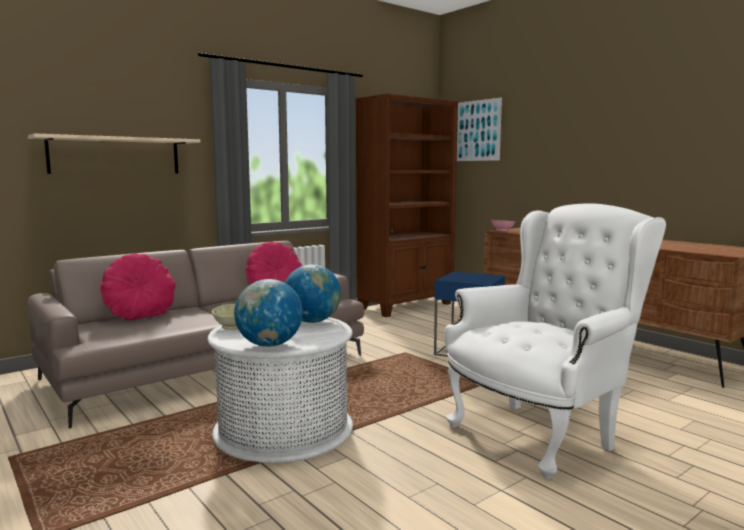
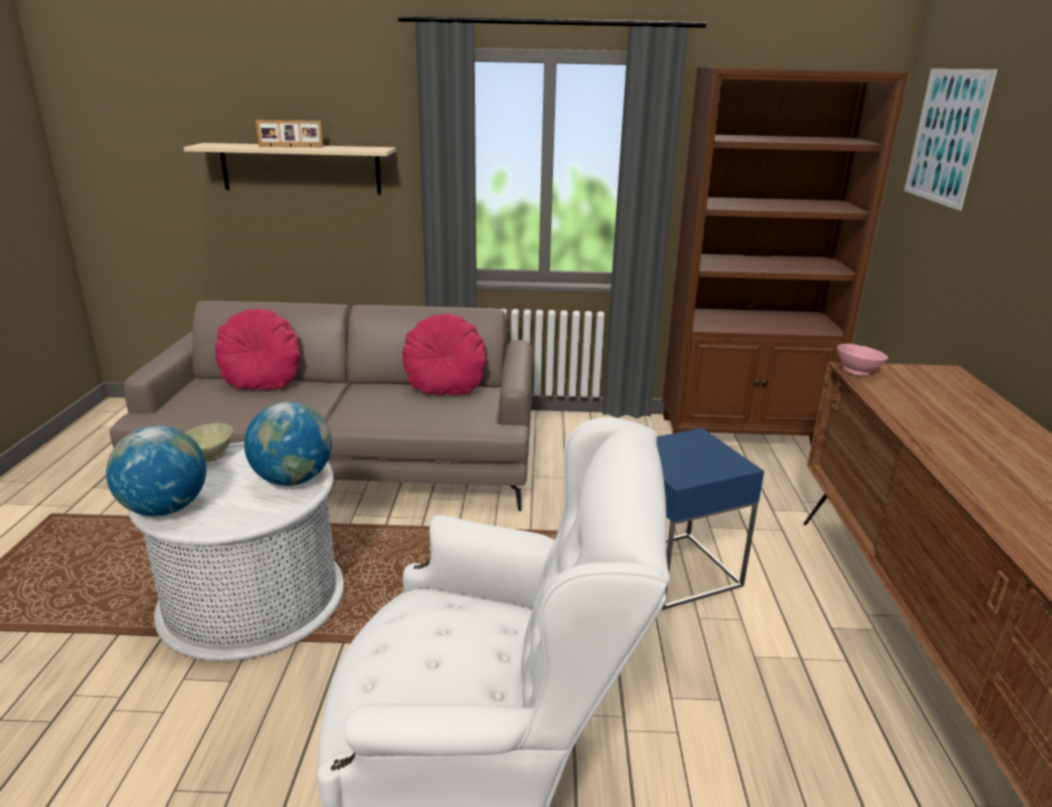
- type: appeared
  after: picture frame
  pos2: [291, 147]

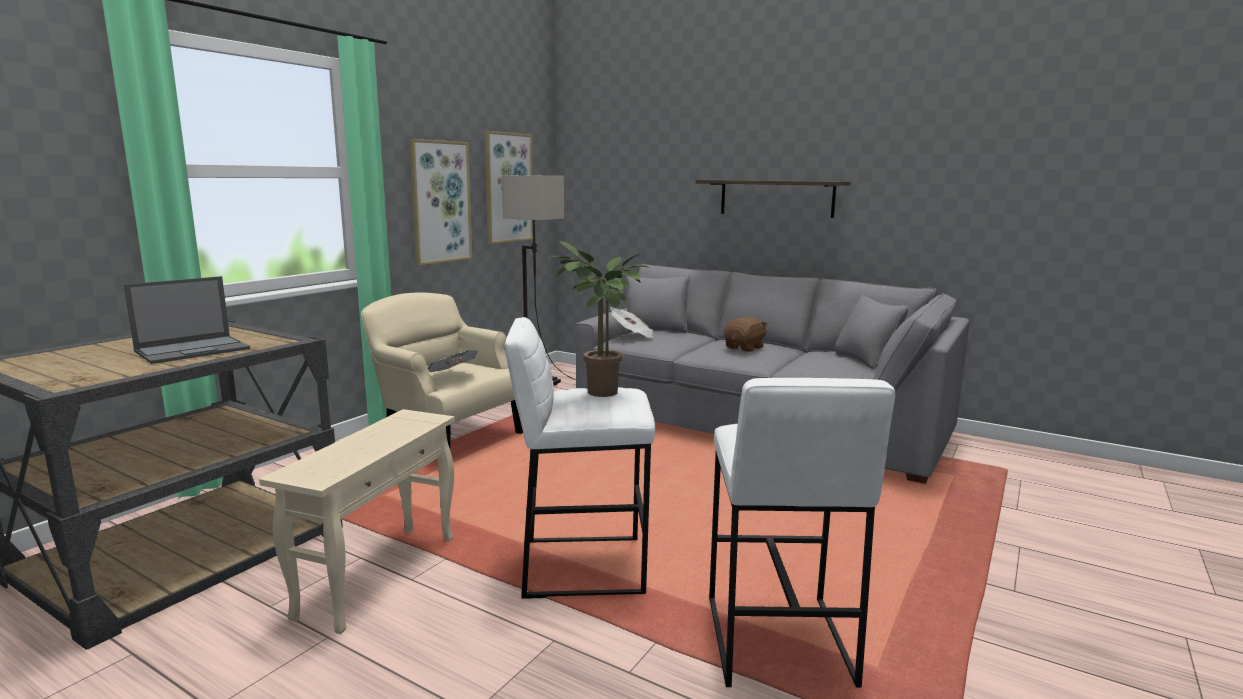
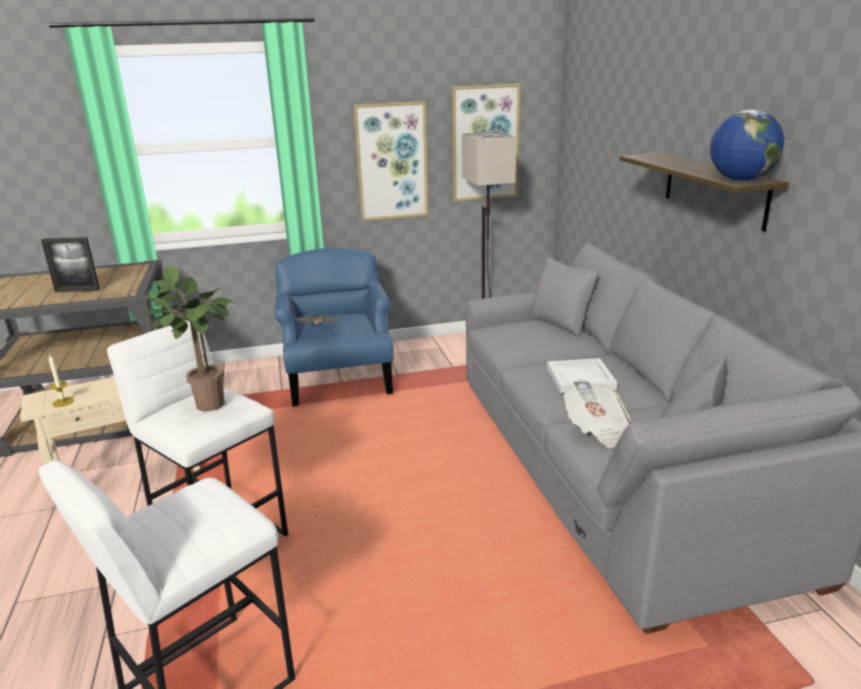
- type: exchanged
  before: laptop
  after: picture frame
  pos1: [194, 350]
  pos2: [77, 290]
- type: colour
  before: beige armchair
  after: blue armchair
  pos1: [448, 438]
  pos2: [339, 379]
- type: relocated
  before: newspaper
  pos1: [632, 335]
  pos2: [597, 429]
- type: exchanged
  before: brown plush toy
  after: white tray
  pos1: [745, 348]
  pos2: [579, 378]
- type: appeared
  after: candle
  pos2: [63, 402]
- type: appeared
  after: globe
  pos2: [740, 180]

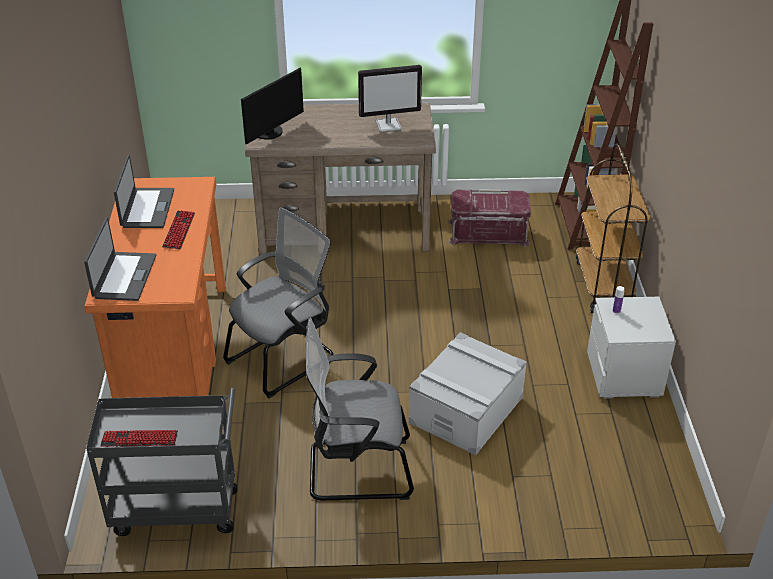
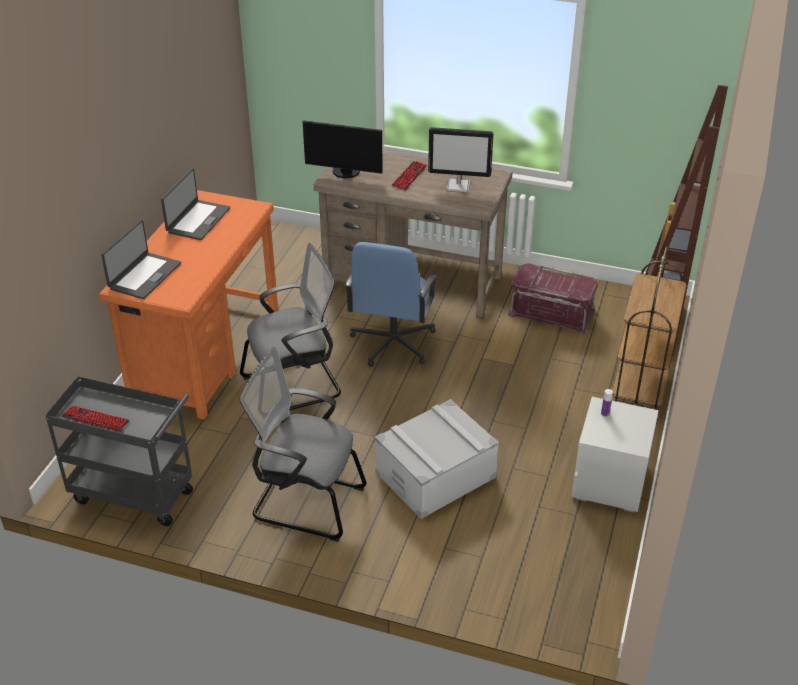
- type: relocated
  before: keyboard
  pos1: [179, 230]
  pos2: [409, 176]
- type: spun
  before: monitor
  pos1: [271, 133]
  pos2: [345, 173]
  turn: 45
- type: appeared
  after: blue office chair
  pos2: [392, 343]

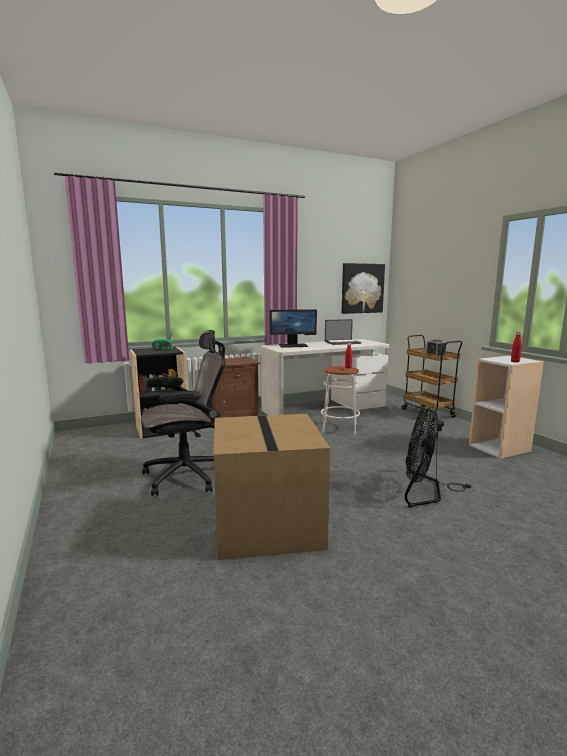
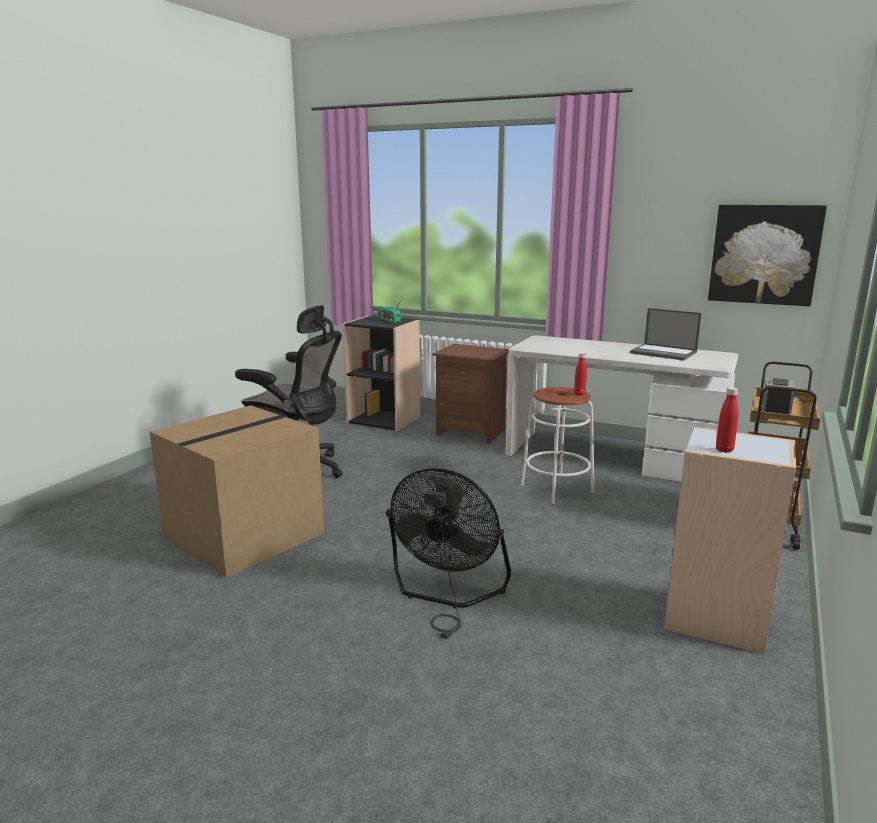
- type: missing
  before: monitor
  pos1: [293, 345]
- type: spun
  before: black fan
  pos1: [426, 489]
  pos2: [443, 594]
  turn: 45

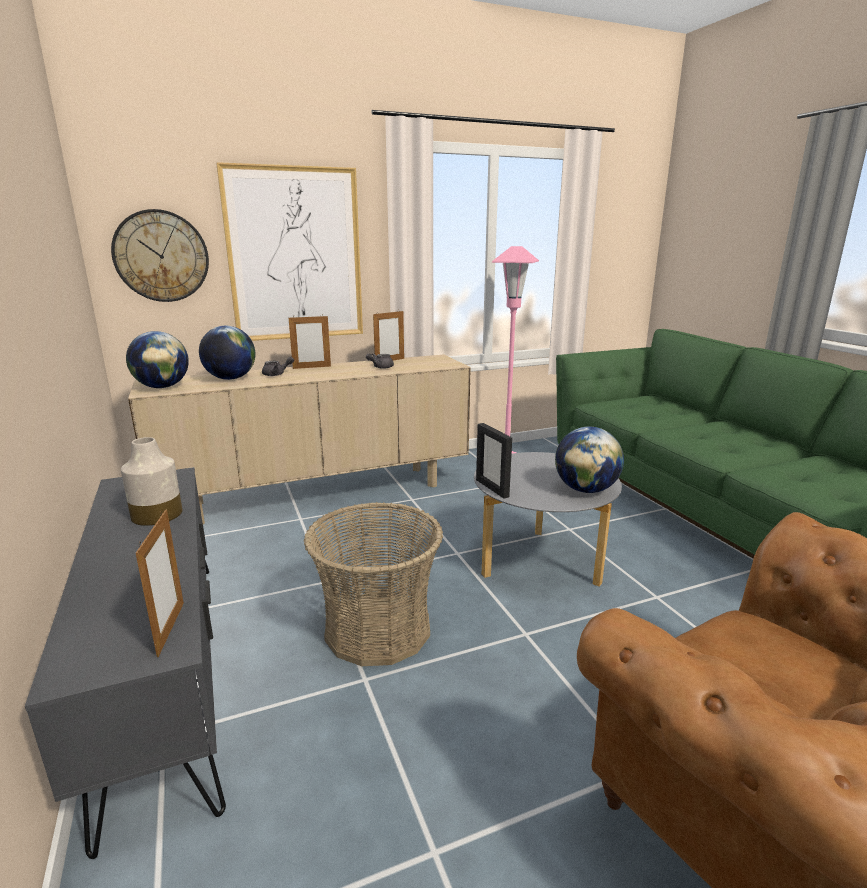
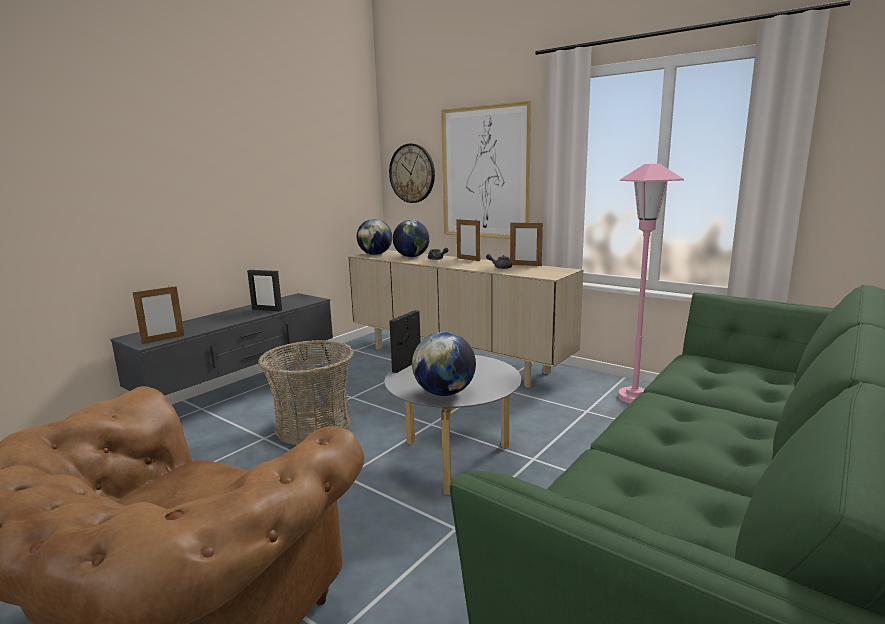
- type: exchanged
  before: beige vase
  after: picture frame
  pos1: [157, 513]
  pos2: [267, 309]

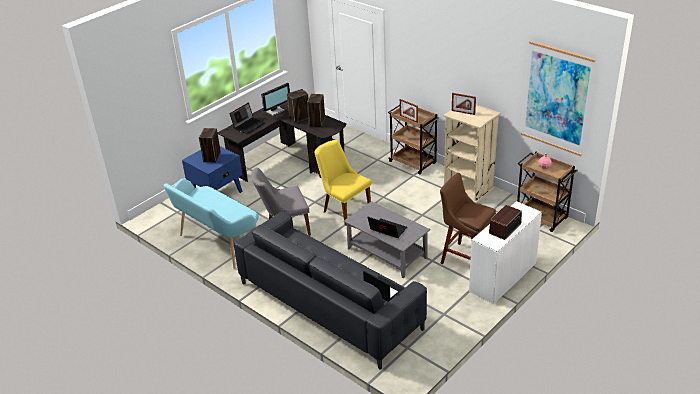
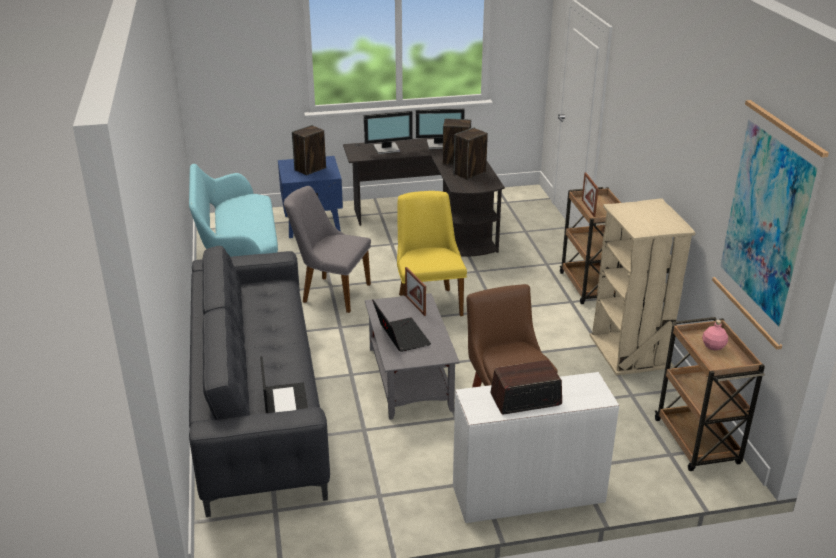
- type: exchanged
  before: laptop
  after: monitor
  pos1: [248, 125]
  pos2: [387, 149]
- type: relocated
  before: picture frame
  pos1: [463, 112]
  pos2: [415, 305]

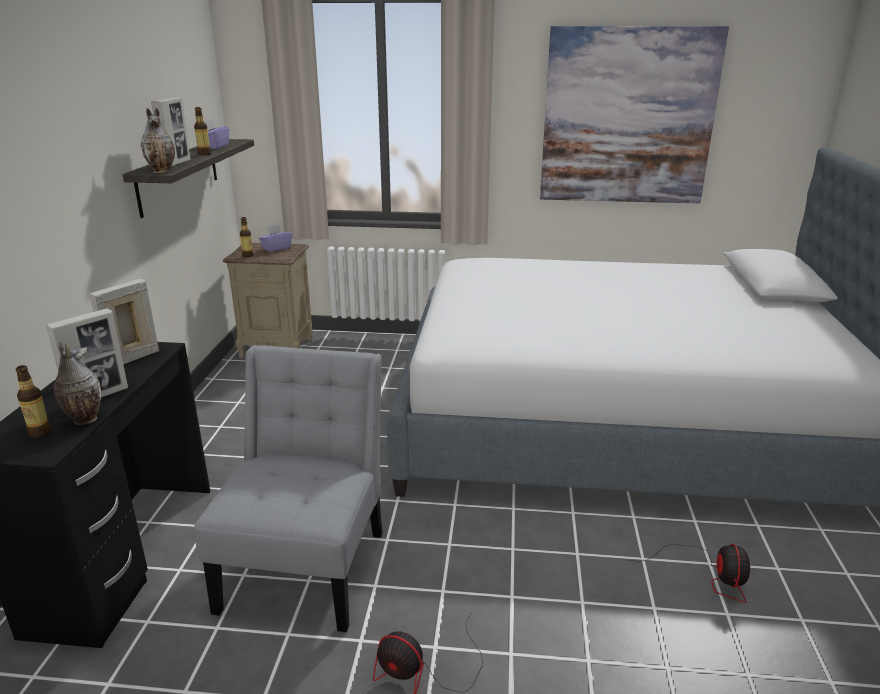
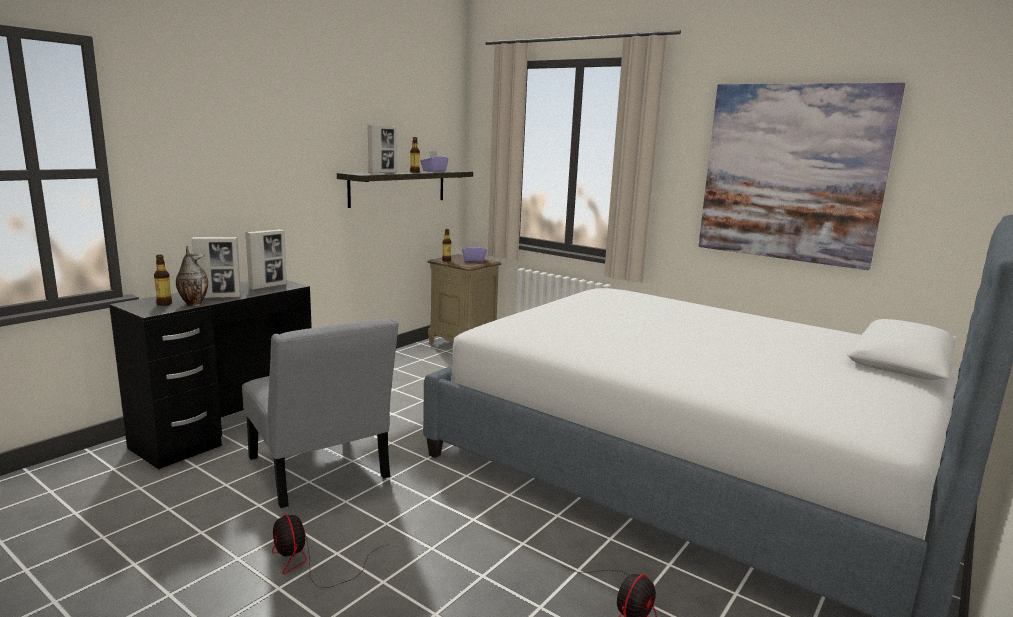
- type: spun
  before: picture frame
  pos1: [133, 359]
  pos2: [268, 286]
  turn: 150
- type: missing
  before: vase
  pos1: [162, 171]
- type: spun
  before: grey chair
  pos1: [307, 563]
  pos2: [320, 472]
  turn: 105

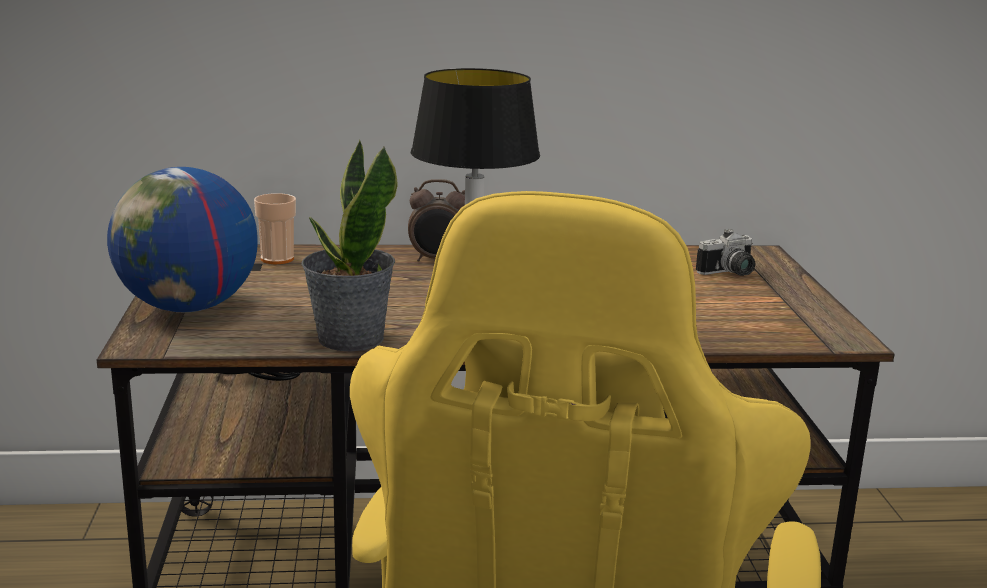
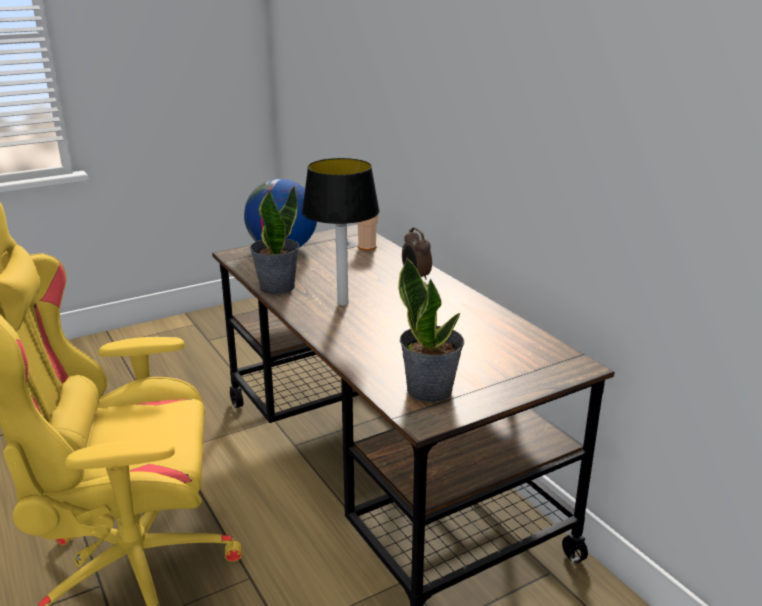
- type: missing
  before: photo camera
  pos1: [730, 273]
- type: appeared
  after: potted plant
  pos2: [430, 389]

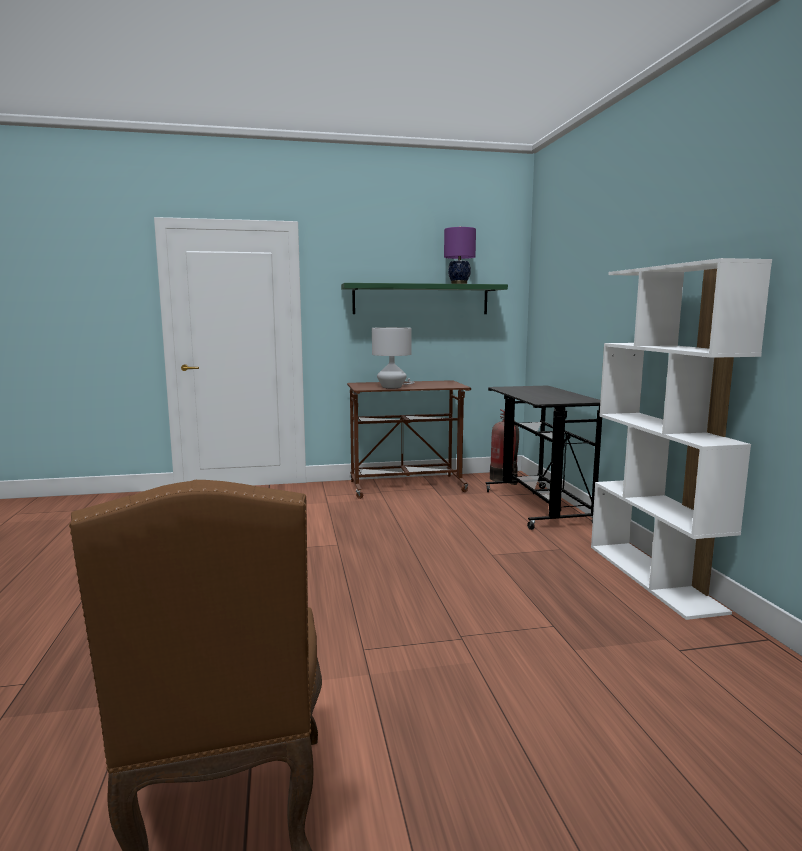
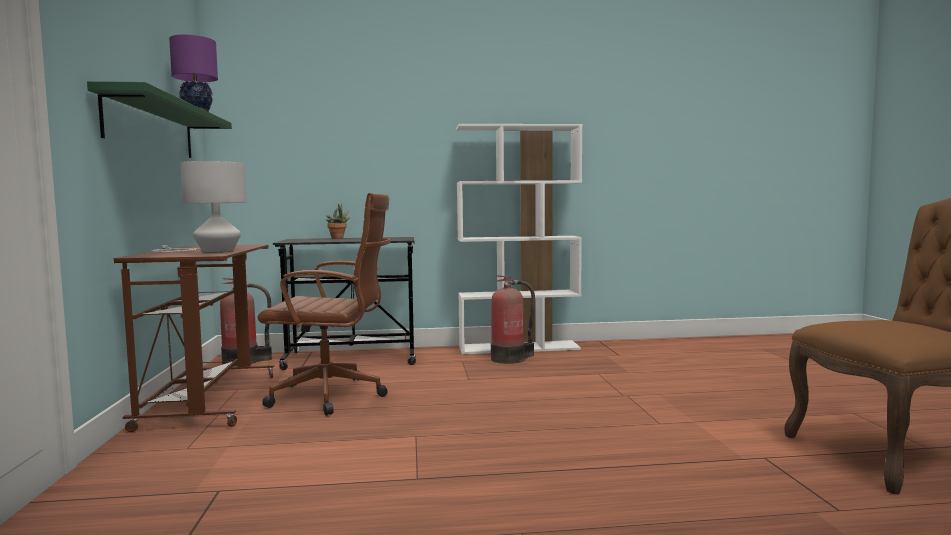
- type: appeared
  after: brown office chair
  pos2: [333, 396]
- type: appeared
  after: potted plant
  pos2: [338, 238]
- type: appeared
  after: fire extinguisher
  pos2: [510, 359]

